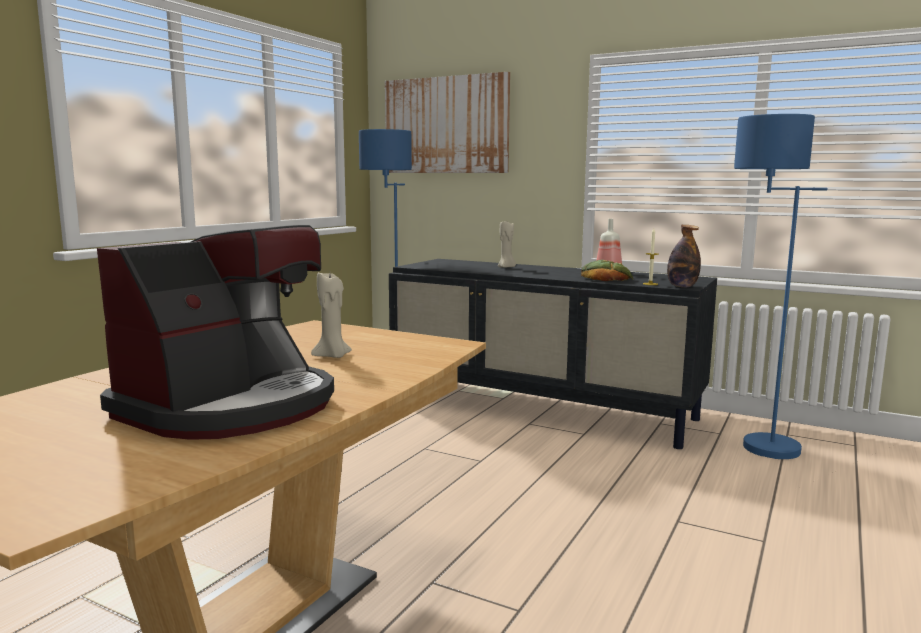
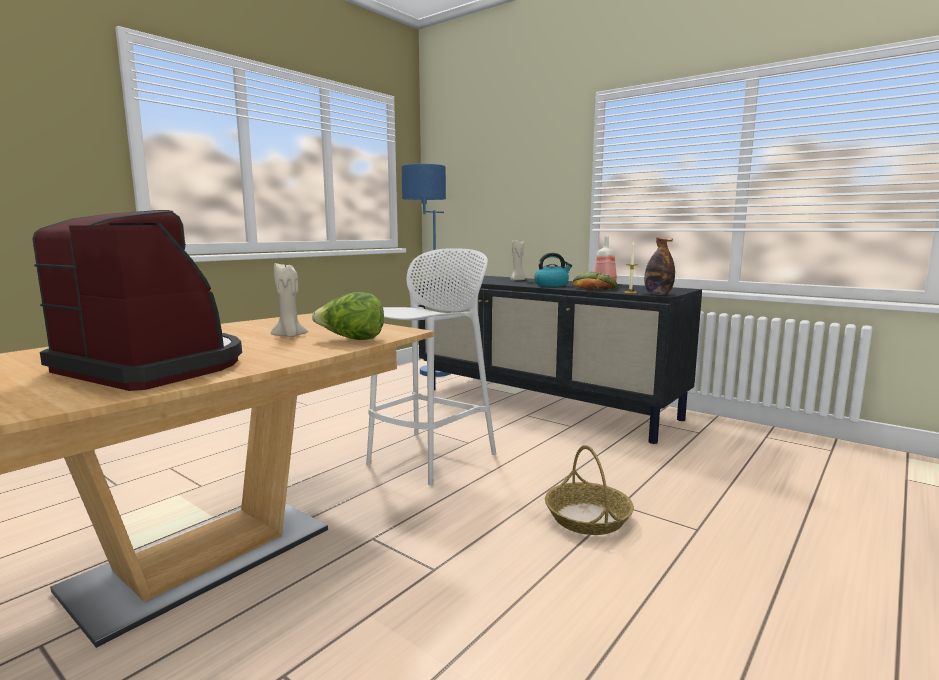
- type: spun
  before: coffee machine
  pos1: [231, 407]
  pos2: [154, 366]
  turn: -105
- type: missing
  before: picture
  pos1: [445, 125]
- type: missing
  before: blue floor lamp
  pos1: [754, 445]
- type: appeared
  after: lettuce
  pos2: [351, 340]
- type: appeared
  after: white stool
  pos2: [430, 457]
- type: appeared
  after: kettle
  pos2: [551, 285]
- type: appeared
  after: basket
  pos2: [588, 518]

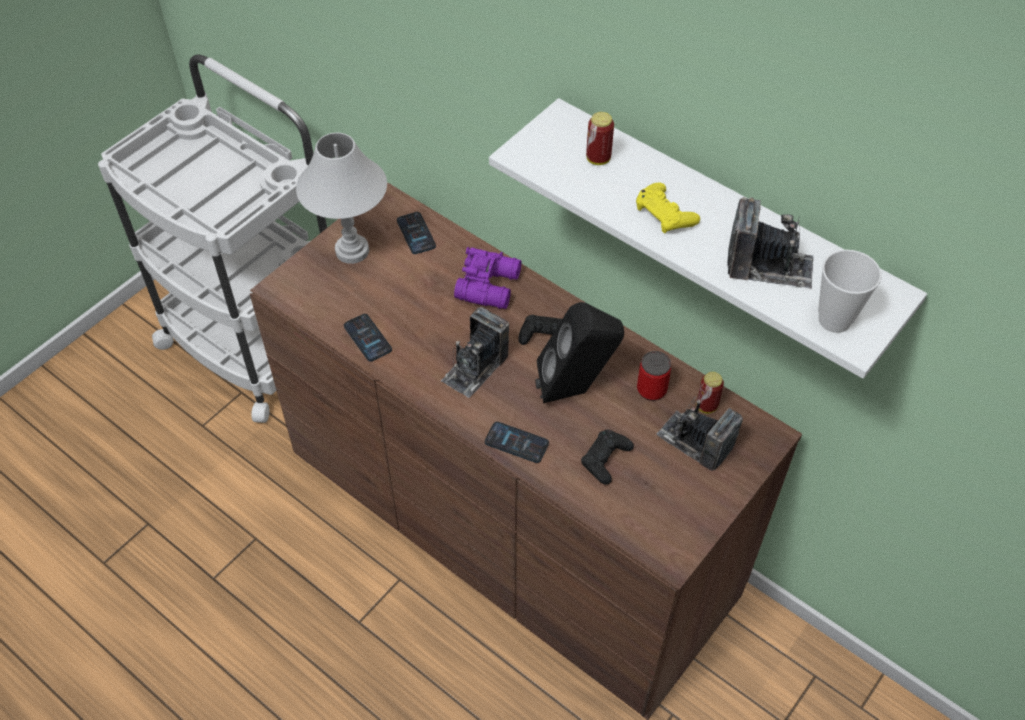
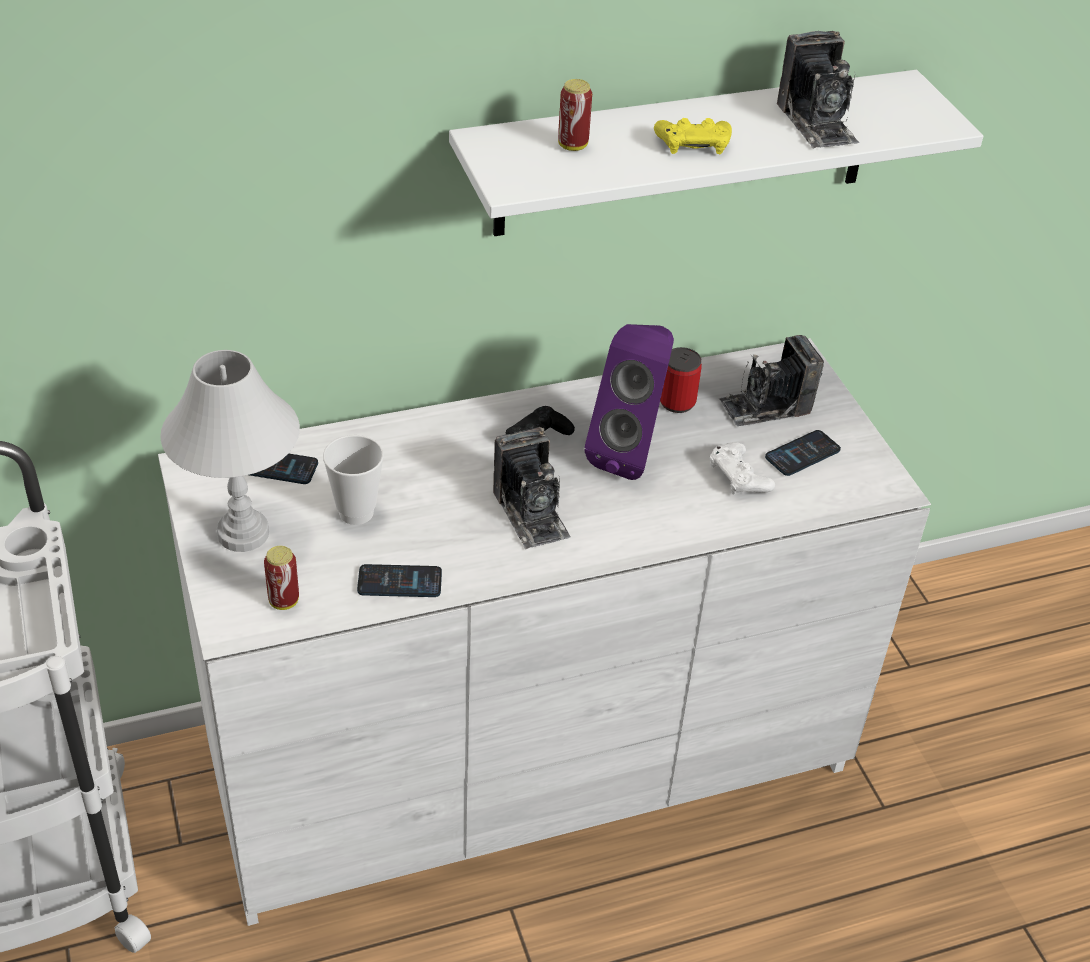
- type: colour
  before: brown dresser
  after: white dresser
  pos1: [513, 526]
  pos2: [527, 757]
- type: missing
  before: purple binoculars
  pos1: [490, 285]
- type: relocated
  before: phone
  pos1: [516, 443]
  pos2: [802, 454]
- type: colour
  before: black speaker
  after: purple speaker
  pos1: [576, 389]
  pos2: [630, 453]
- type: colour
  before: black game controller
  after: white game controller
  pos1: [605, 459]
  pos2: [739, 476]
- type: relocated
  before: can
  pos1: [706, 406]
  pos2: [284, 601]
- type: spun
  before: photo camera
  pos1: [769, 266]
  pos2: [816, 123]
  turn: 120
- type: relocated
  before: cup
  pos1: [834, 320]
  pos2: [356, 512]

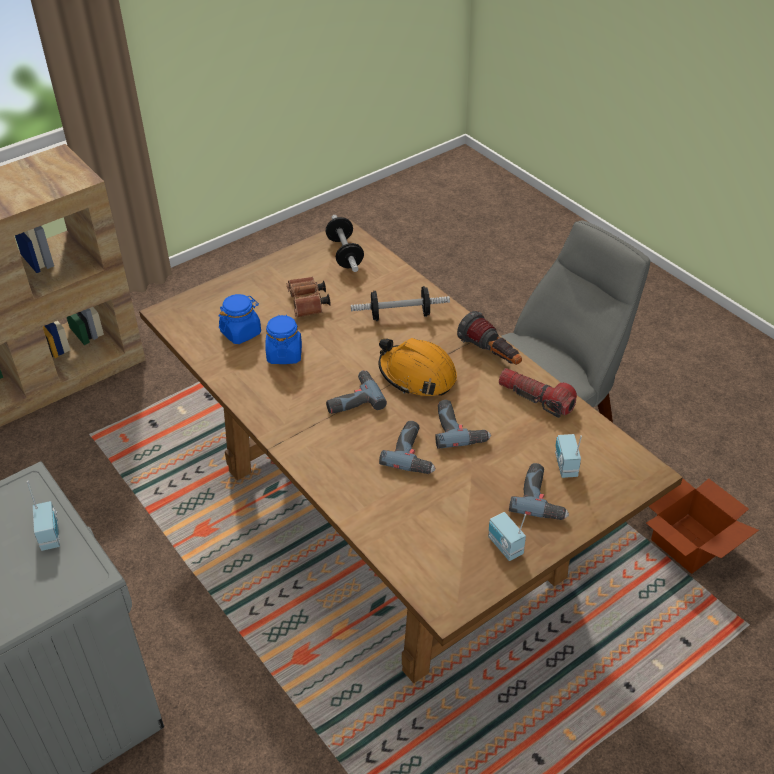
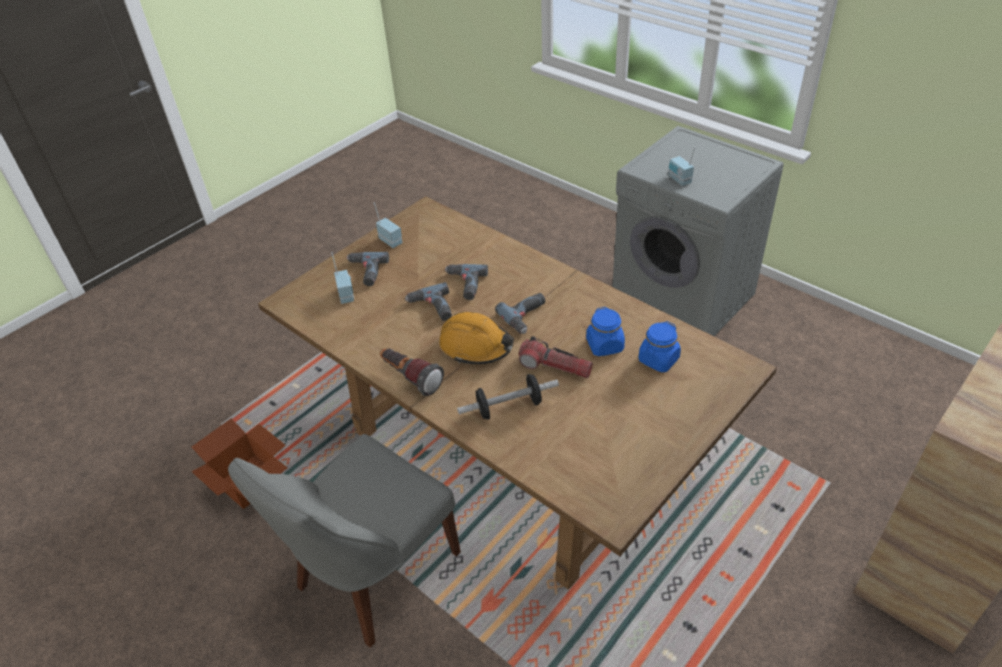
- type: missing
  before: brown binoculars
  pos1: [308, 305]
- type: missing
  before: dumbbell
  pos1: [345, 254]
- type: relocated
  before: flashlight
  pos1: [536, 399]
  pos2: [555, 367]

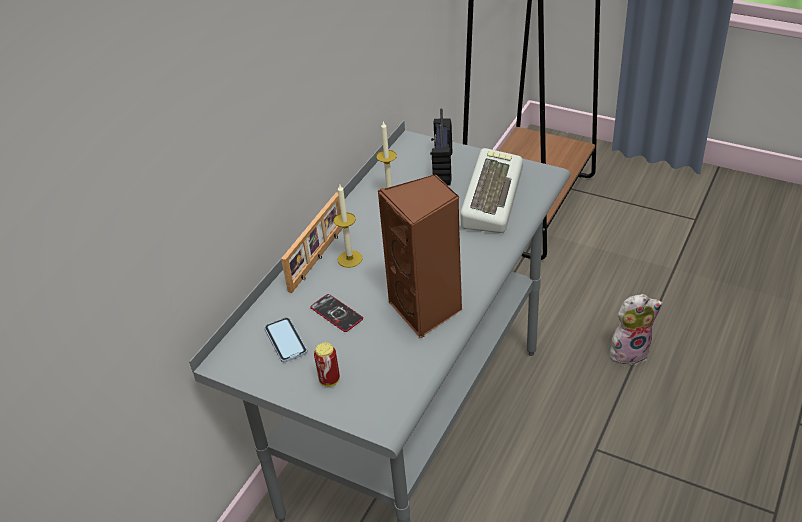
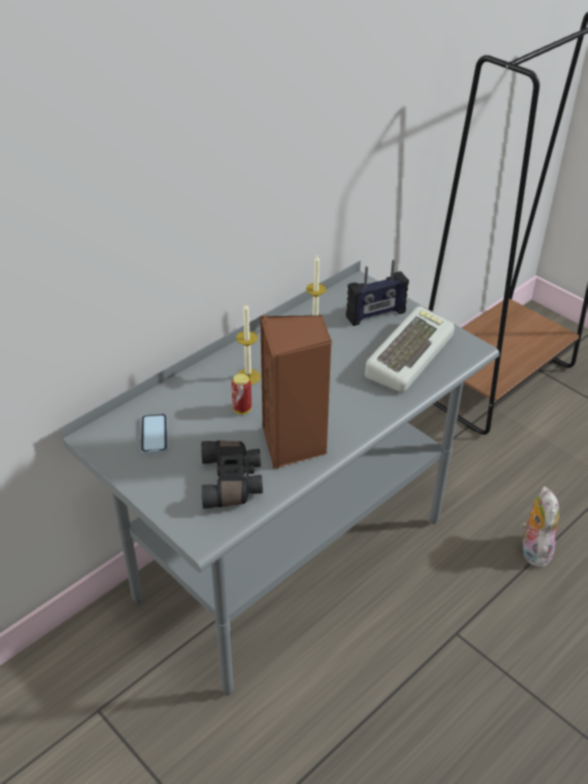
- type: missing
  before: picture frame
  pos1: [318, 258]
- type: missing
  before: phone
  pos1: [336, 313]
- type: relocated
  before: can
  pos1: [329, 380]
  pos2: [242, 409]
- type: spun
  before: radio
  pos1: [441, 168]
  pos2: [376, 315]
  turn: -135
- type: spun
  before: plush toy
  pos1: [629, 351]
  pos2: [533, 549]
  turn: -90
- type: appeared
  after: black binoculars
  pos2: [232, 482]

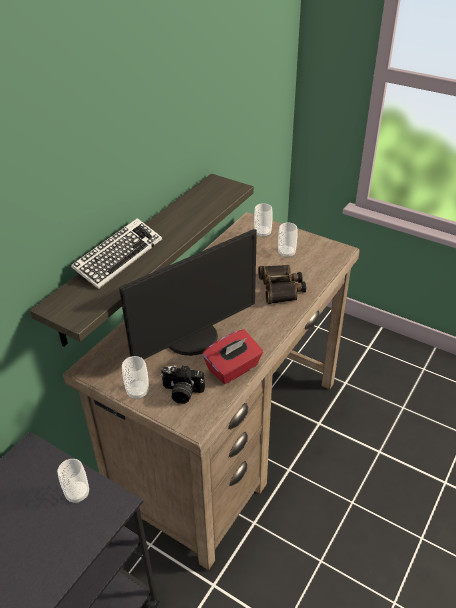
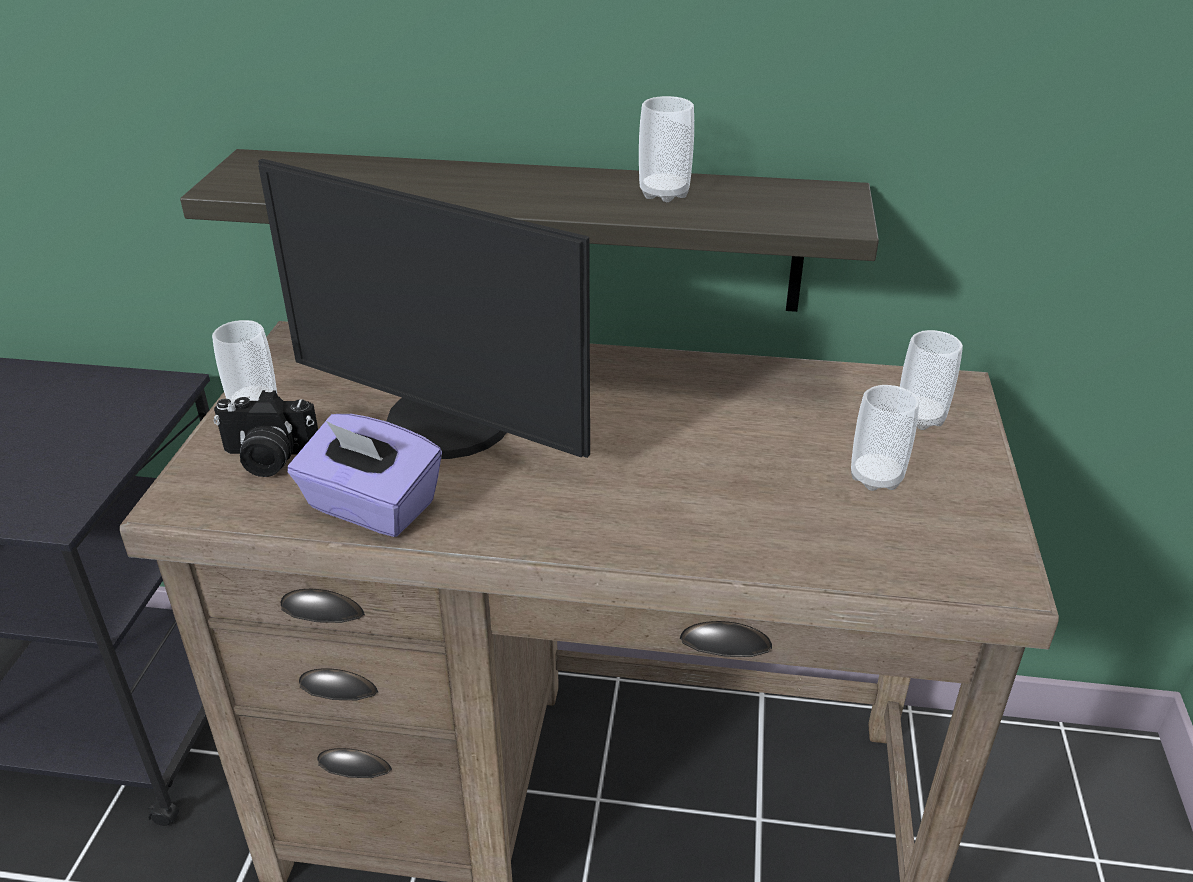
- type: relocated
  before: cup
  pos1: [77, 493]
  pos2: [664, 193]
- type: missing
  before: keyboard
  pos1: [118, 257]
- type: spun
  before: photo camera
  pos1: [182, 393]
  pos2: [268, 458]
  turn: -75
- type: colour
  before: red tissue box
  after: purple tissue box
  pos1: [233, 369]
  pos2: [371, 507]
- type: missing
  before: binoculars
  pos1: [281, 288]

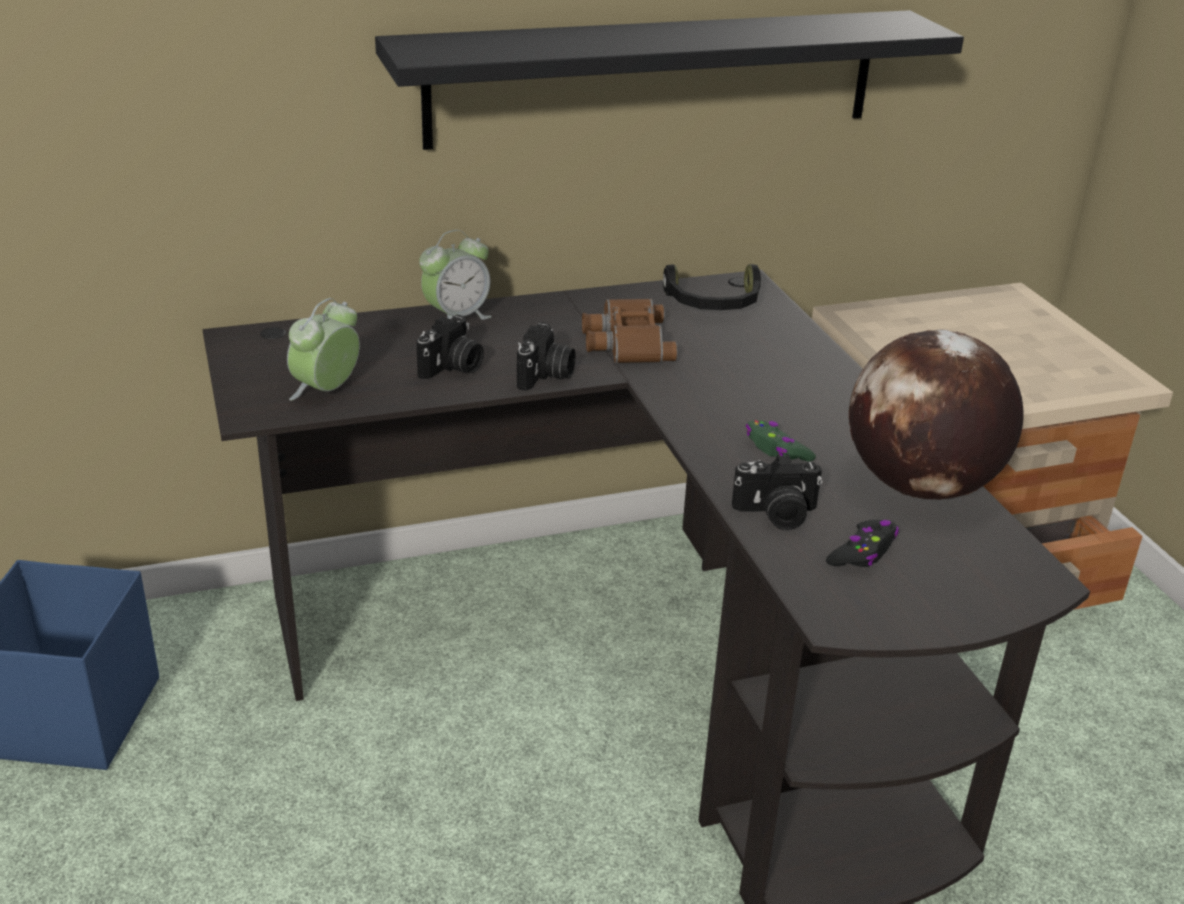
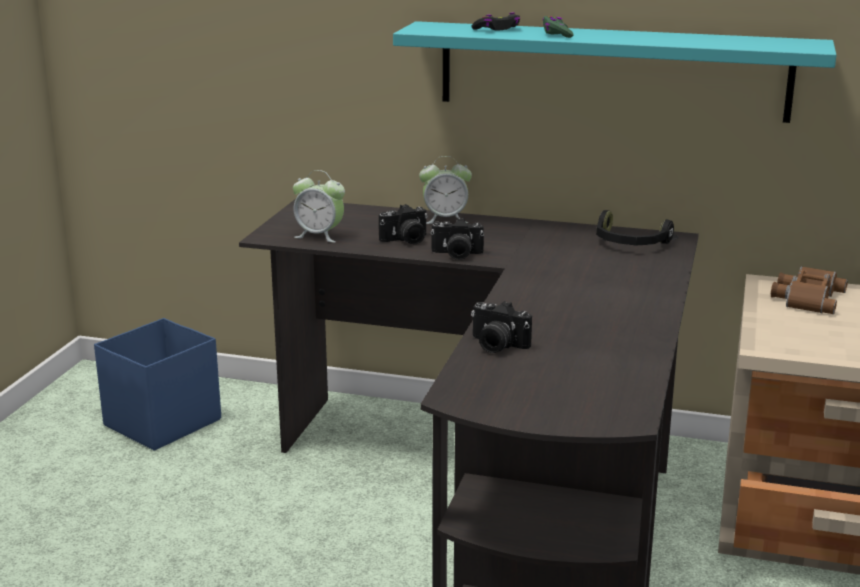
- type: spun
  before: alarm clock
  pos1: [326, 391]
  pos2: [319, 236]
  turn: -135
- type: colour
  before: black shelf
  after: turquoise shelf
  pos1: [655, 78]
  pos2: [612, 71]
- type: spun
  before: photo camera
  pos1: [545, 376]
  pos2: [456, 255]
  turn: 45
- type: relocated
  before: brown binoculars
  pos1: [625, 341]
  pos2: [806, 297]
- type: relocated
  before: green game controller
  pos1: [776, 449]
  pos2: [556, 34]
- type: relocated
  before: black game controller
  pos1: [863, 552]
  pos2: [497, 29]
- type: missing
  before: globe
  pos1: [920, 487]

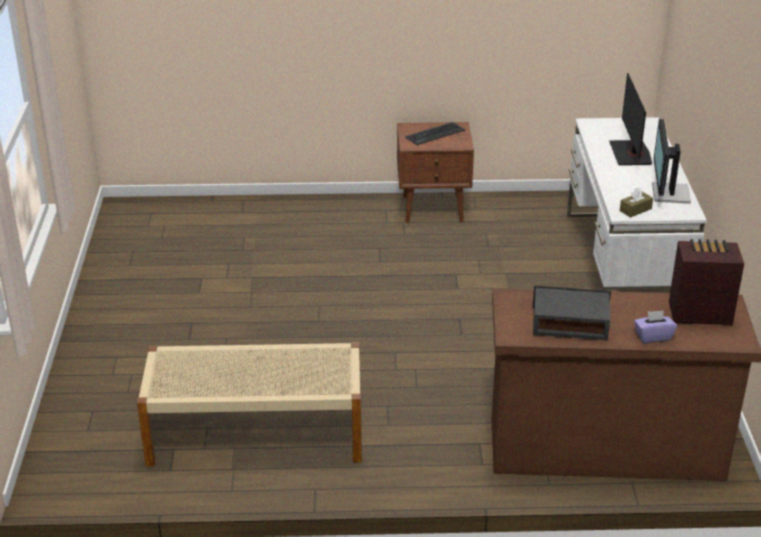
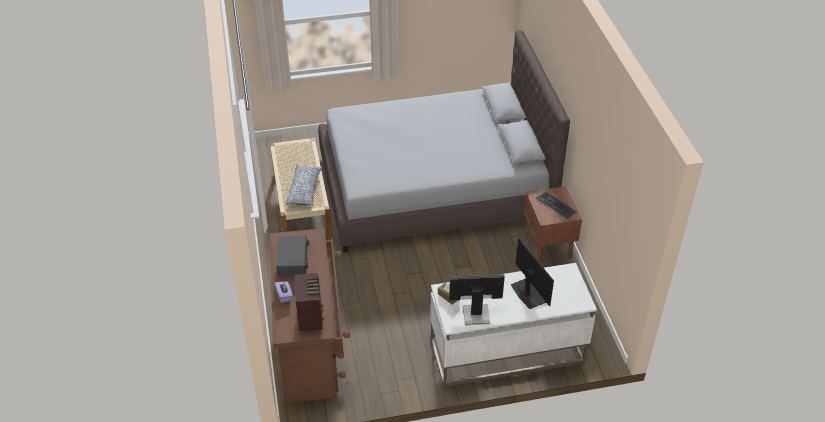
- type: spun
  before: monitor
  pos1: [631, 153]
  pos2: [529, 293]
  turn: 75
- type: appeared
  after: pillow
  pos2: [305, 190]
- type: appeared
  after: grey bed
  pos2: [435, 187]

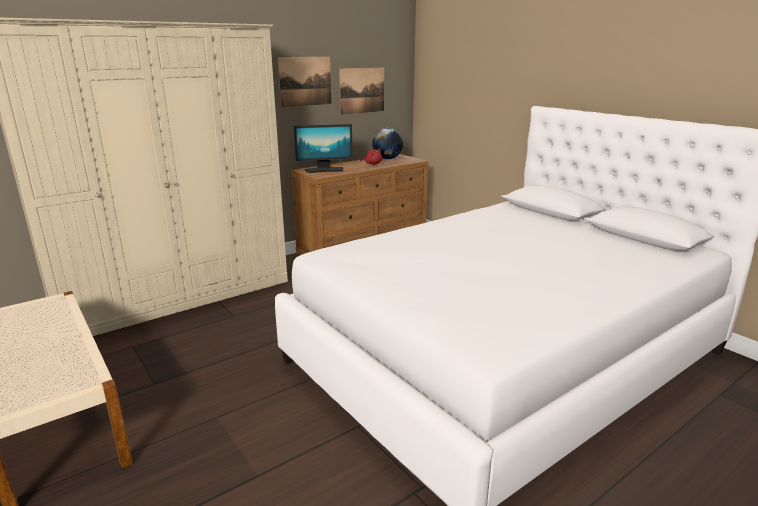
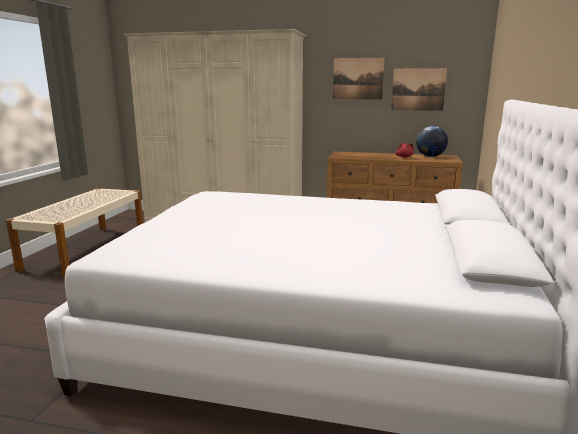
- type: missing
  before: monitor
  pos1: [324, 170]

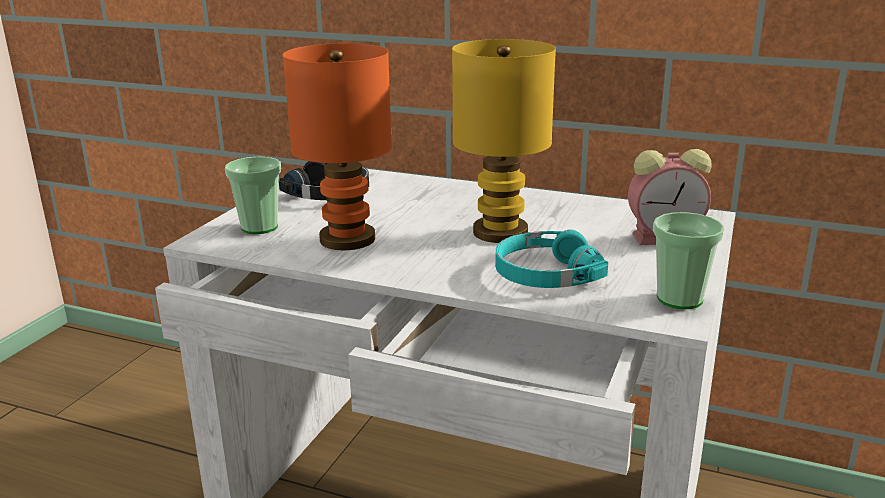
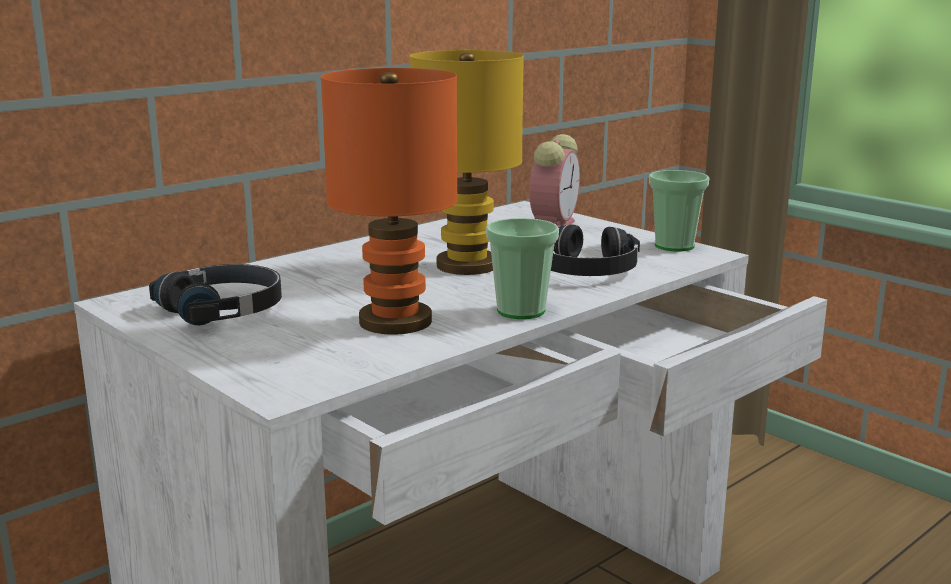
- type: relocated
  before: cup
  pos1: [259, 227]
  pos2: [521, 311]
- type: colour
  before: turquoise headphones
  after: black headphones
  pos1: [545, 274]
  pos2: [586, 269]

